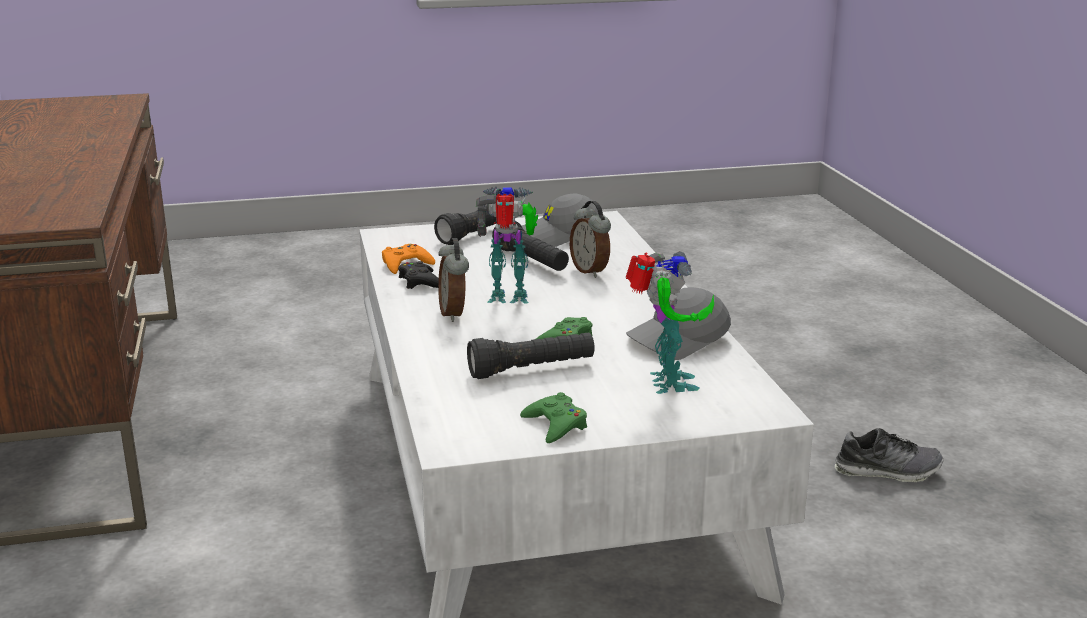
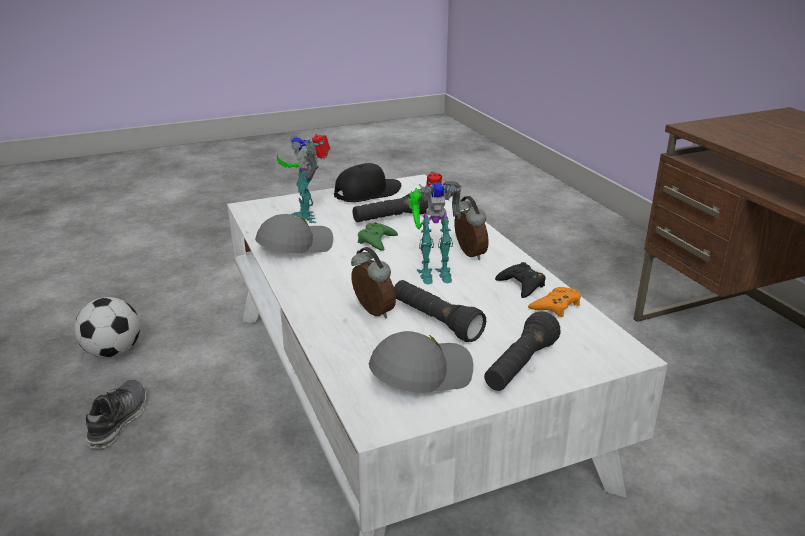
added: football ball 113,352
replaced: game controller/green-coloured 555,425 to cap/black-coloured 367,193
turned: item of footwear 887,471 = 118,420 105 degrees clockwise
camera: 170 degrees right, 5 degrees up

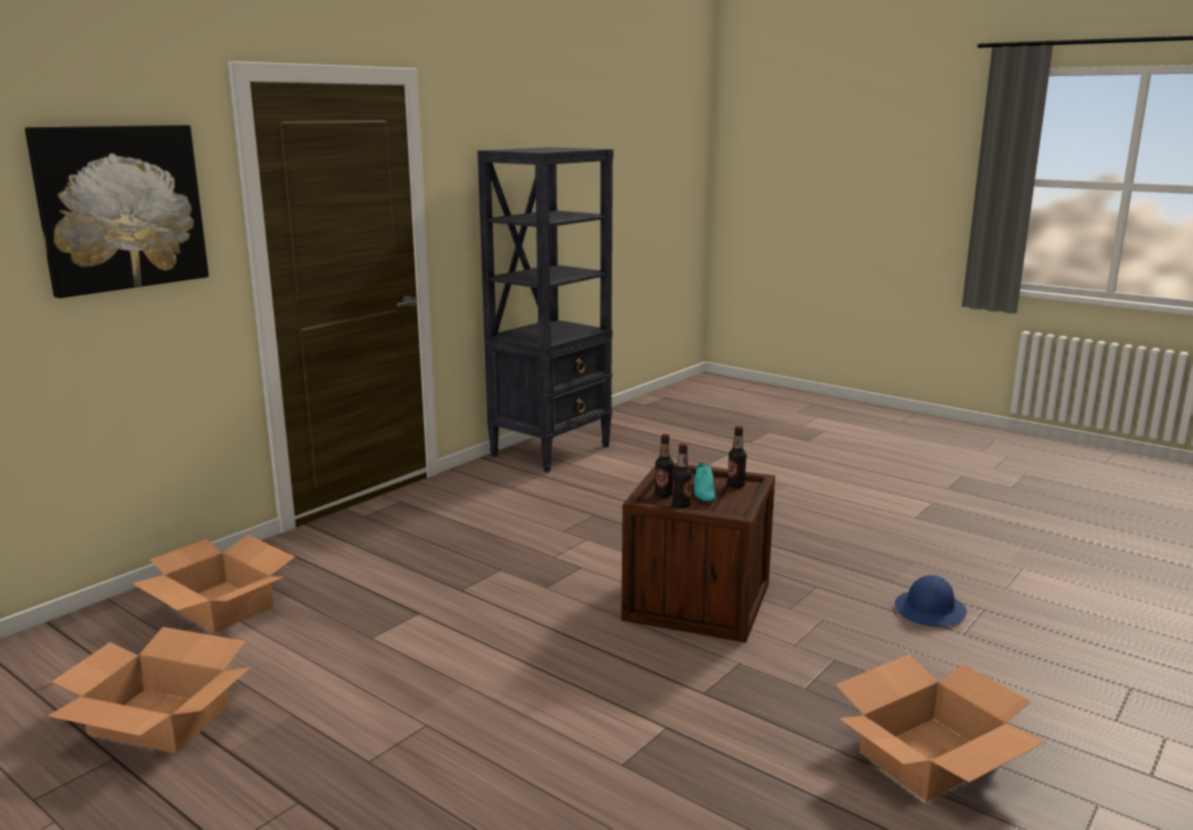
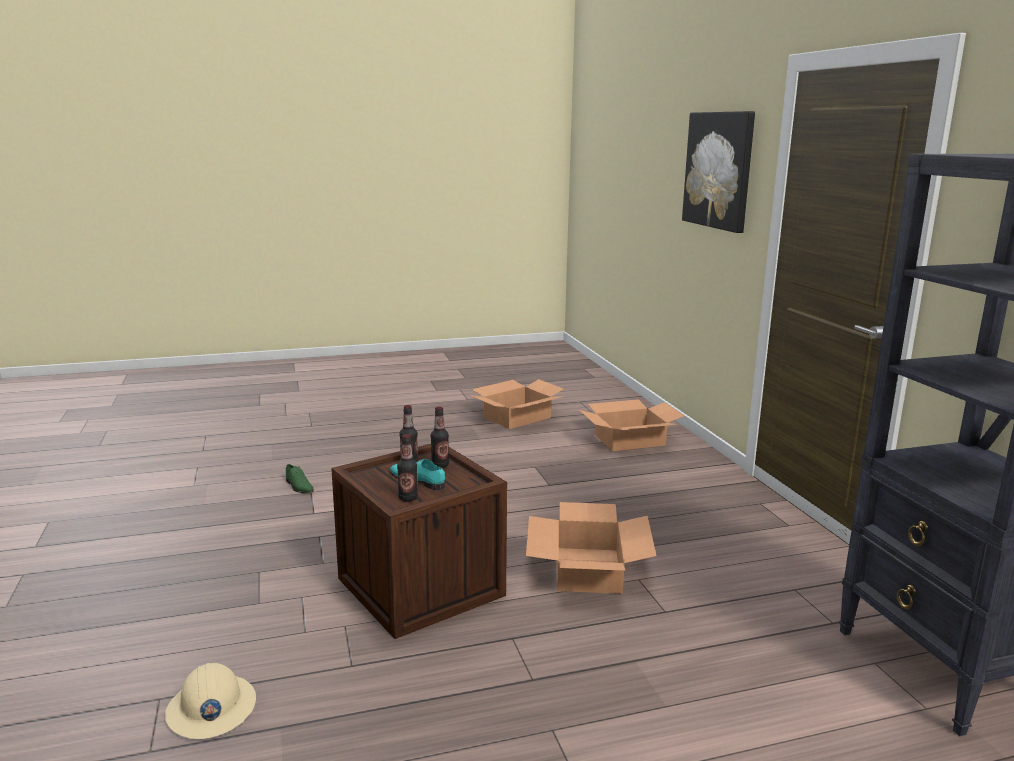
added: item of footwear/green-coloured 298,486
moved: cardboard box 930,757 to 587,570
recoloured: work helmet/bluish 930,610 to work helmet/beige 211,709
camera: 125 degrees right, 0 degrees up

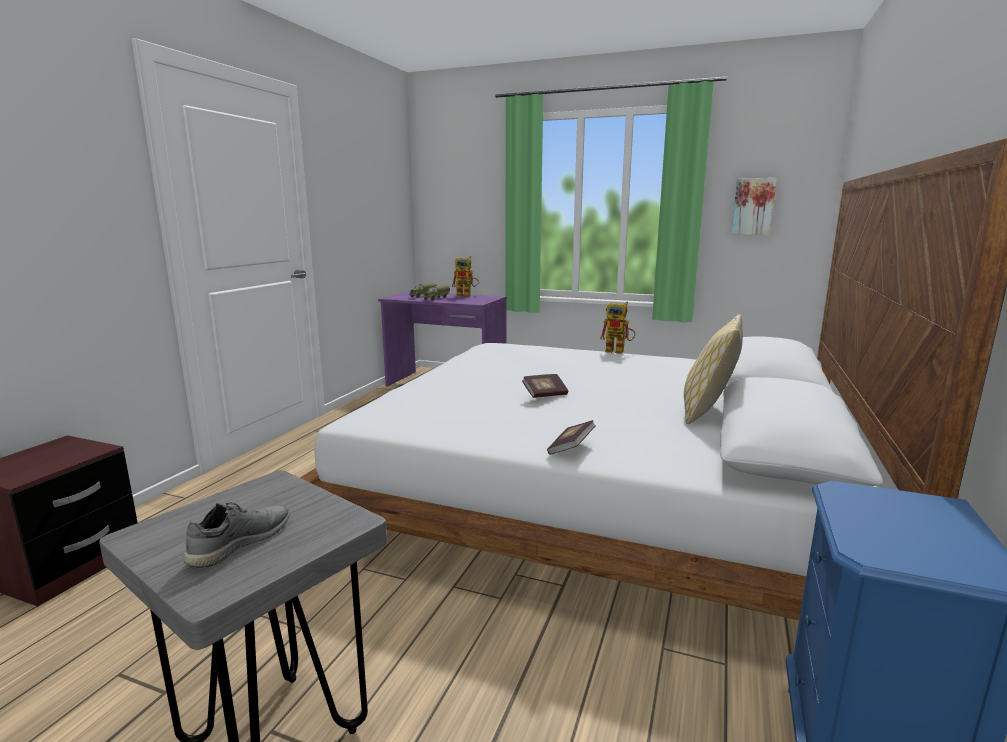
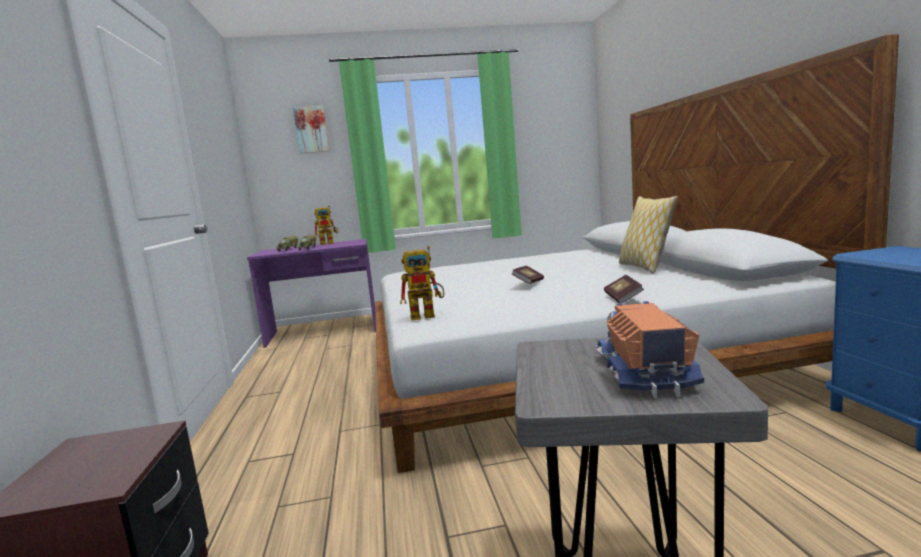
moved: model robot 619,351 to 428,315; picture 753,206 to 311,130
replaced: item of footwear/gray 240,542 to toy lorry 642,373
camera: 30 degrees left, 5 degrees down

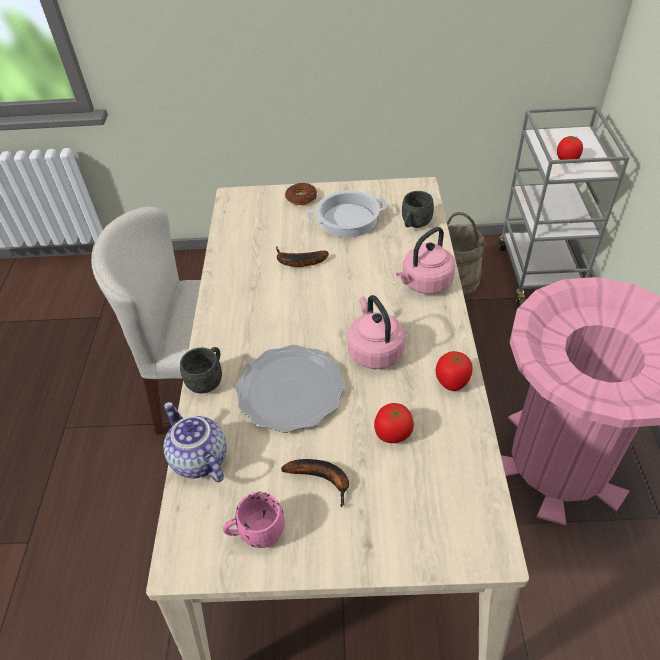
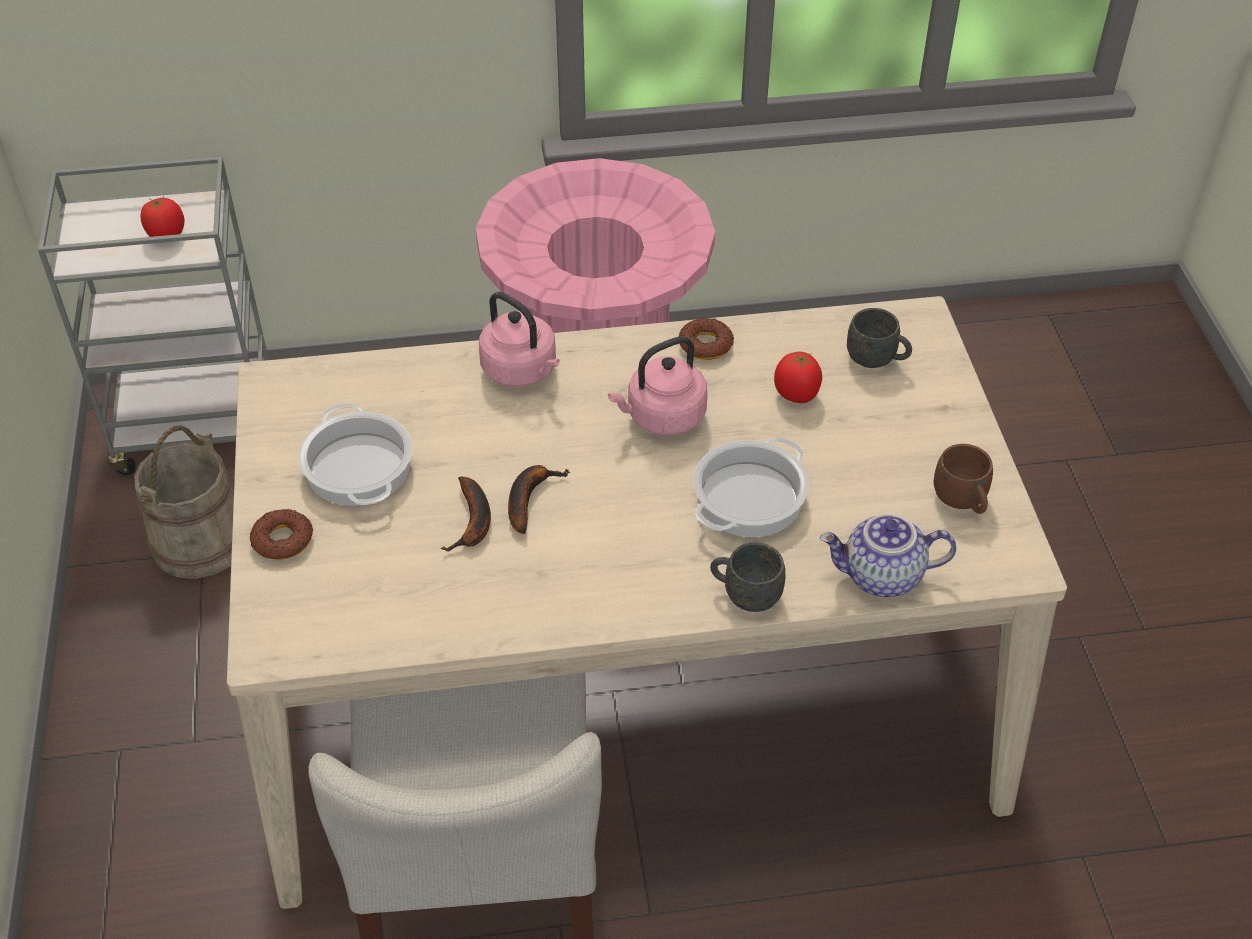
moved: banana fruit 323,479 to 529,498; coffee mug/gray 414,224 to 877,360
replaced: dinner plate 291,391 to stockpot 748,497; whole tomato 452,382 to donut 706,344
recoloured: coffee mug/pink-coloured 256,533 to coffee mug/brown-coloured 962,502
turned: teapot 198,459 = 881,577 45 degrees clockwise
camera: 100 degrees left, 0 degrees up

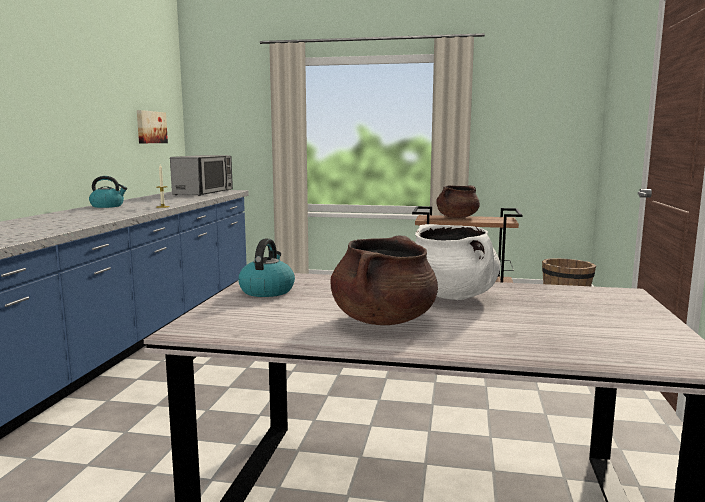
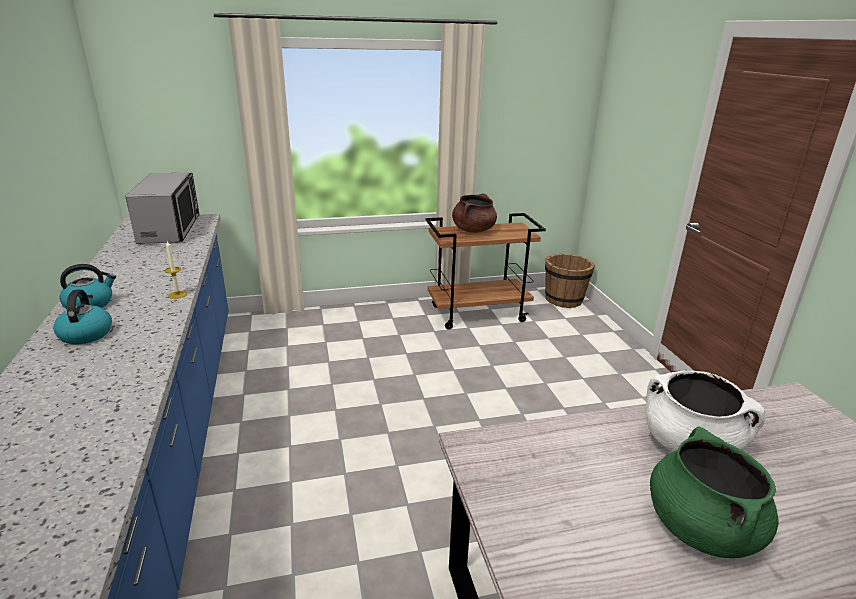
removed: picture 150,127
moved: tea kettle 267,291 to 86,334
recoloured: stockpot/brown-coloured 383,320 to stockpot/green-coloured 700,527
camera: 25 degrees left, 15 degrees up

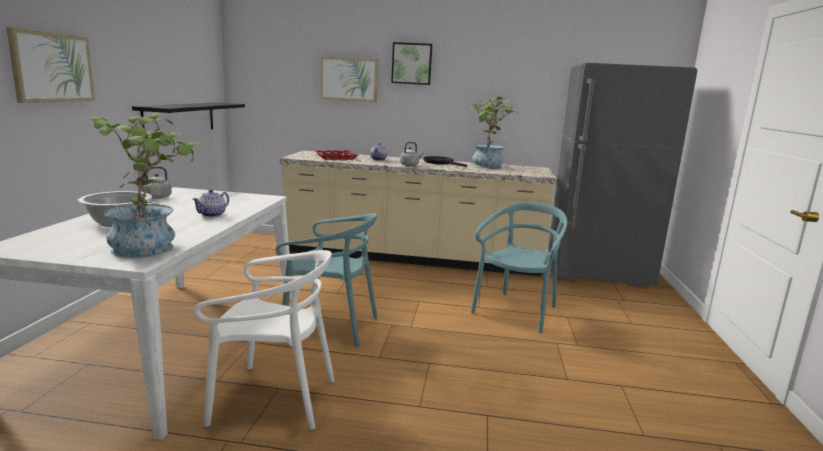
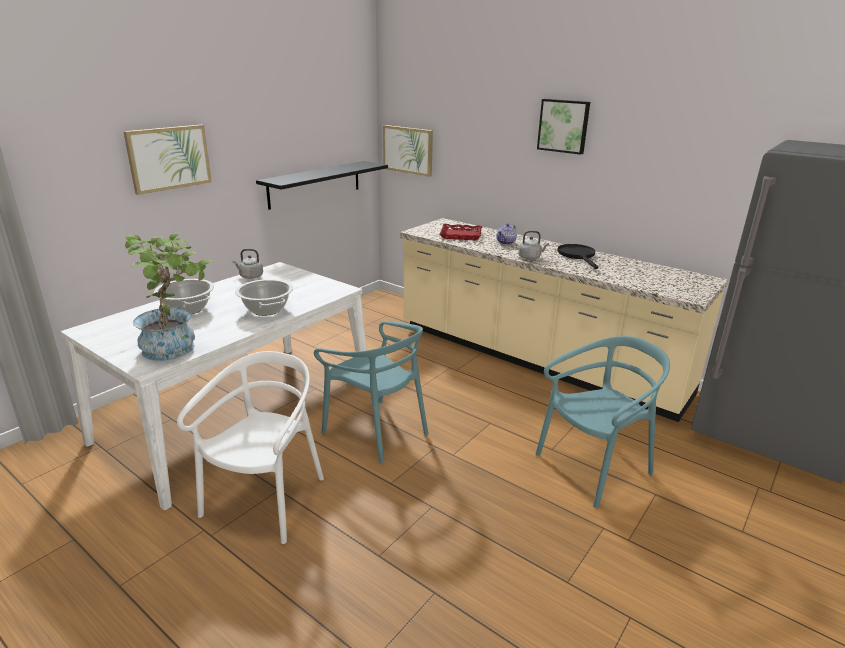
removed: plant in a pot 487,166
moved: picture 349,79 to 408,150
replaced: teapot 212,214 to stockpot 266,309
turned: upright chair/white-coloured 273,398 = 266,499 105 degrees counterclockwise
camera: 30 degrees right, 10 degrees up

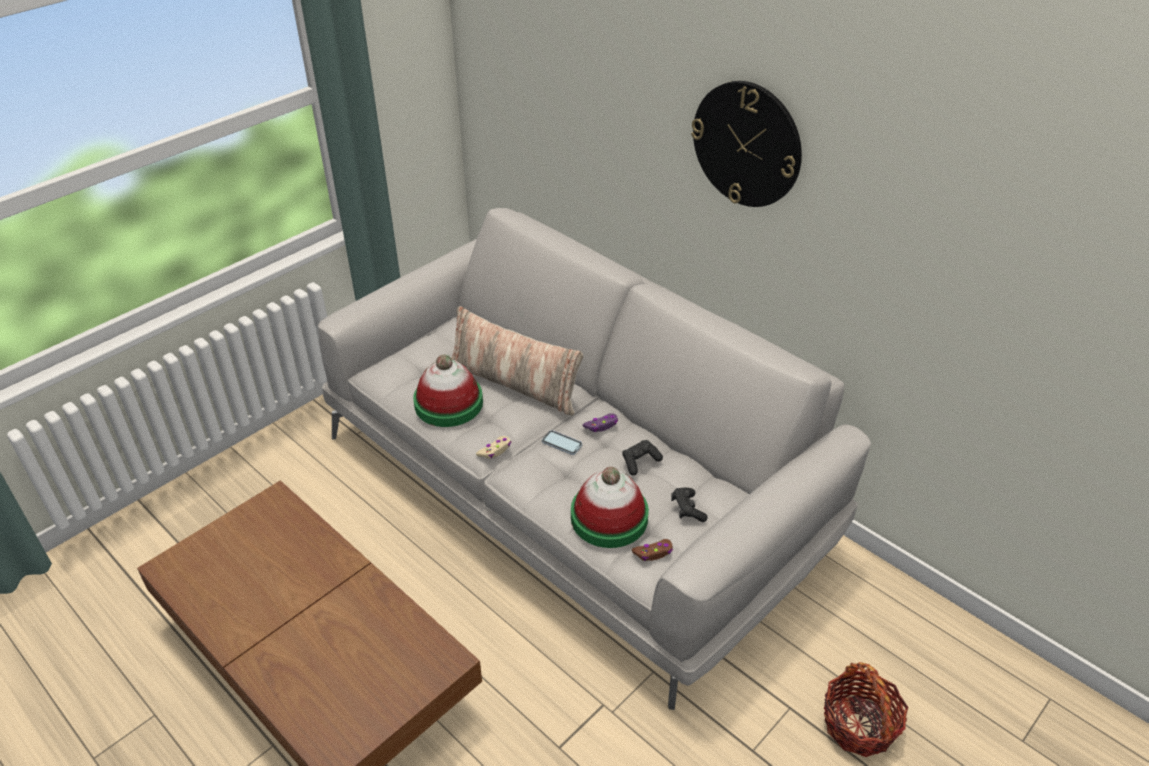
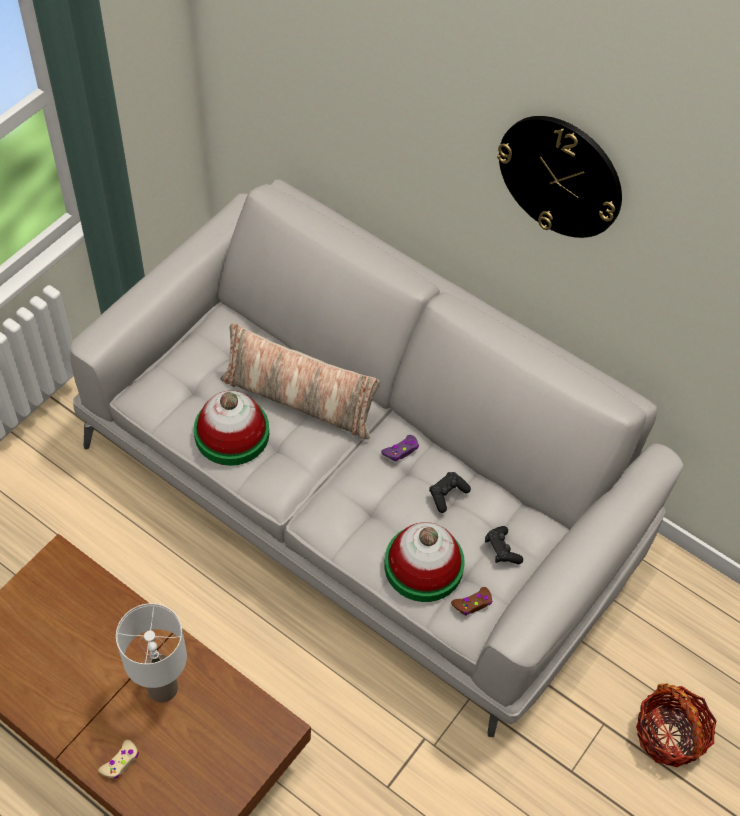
removed: phone 562,443
added: tabletop lamp/white-coloured 162,689
moved: game controller/beige 495,450 to 121,762
camera: 10 degrees left, 15 degrees up

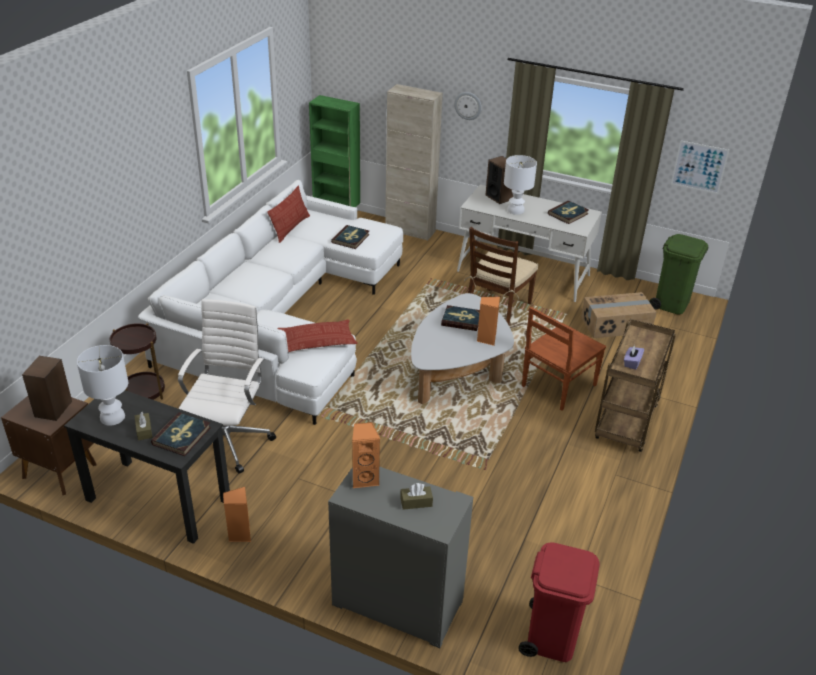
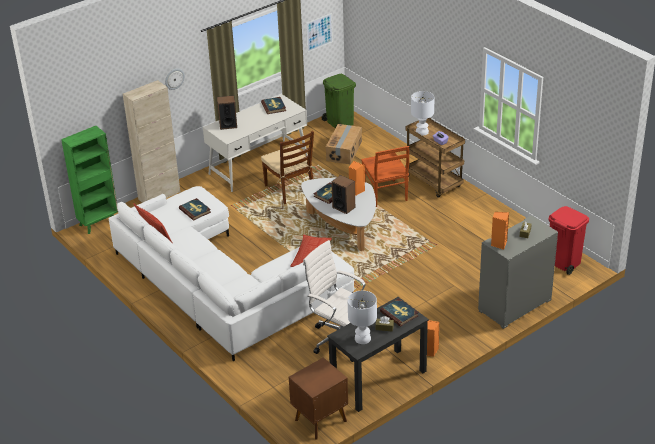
removed: side table/brown-coloured 143,392
moved: loudspeaker 53,409 to 343,207; tabletop lamp/white-coloured 516,210 to 422,131
camera: 60 degrees left, 0 degrees up

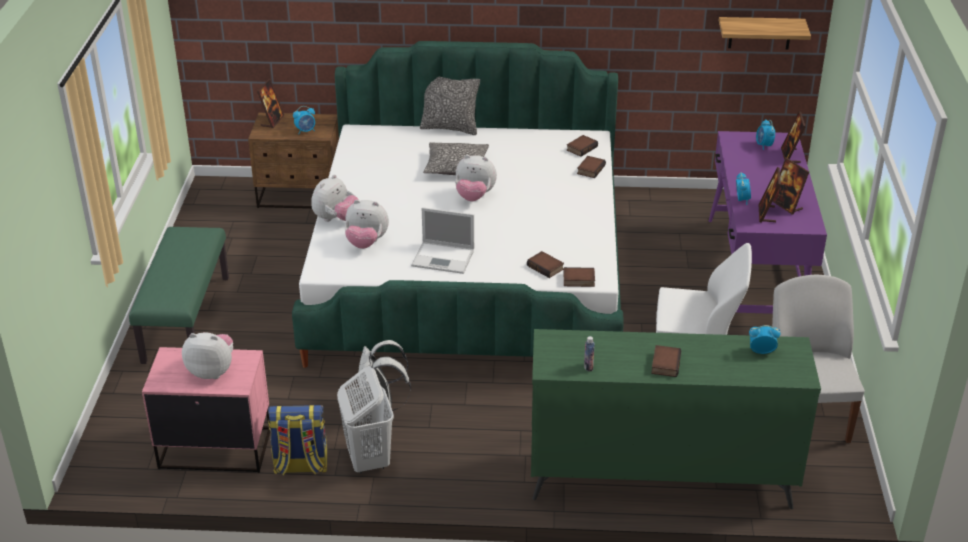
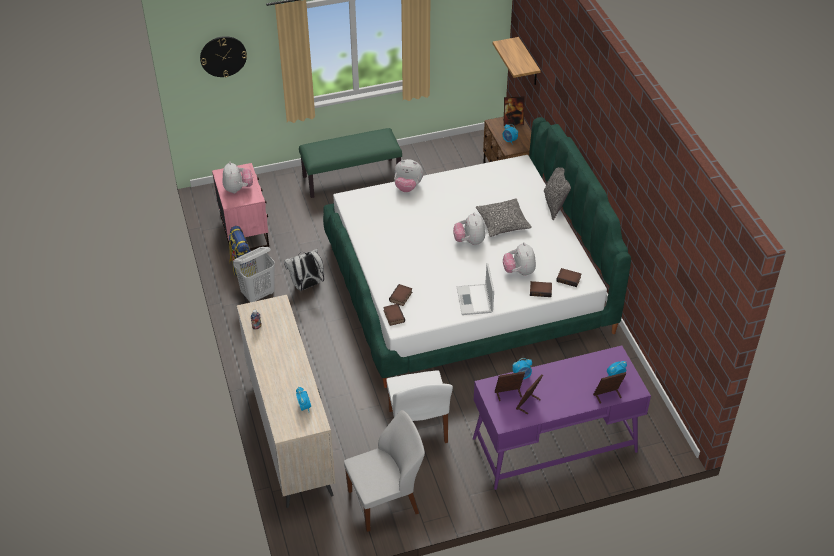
removed: bound book 664,364
added: hanging clock 223,56
moved: plush toy 366,243 to 519,271; laptop 444,258 to 475,300; bracket shelf 760,33 to 528,63
recoloured: drawer chest/green-coloured 659,479 to drawer chest/beige 290,432
camera: 70 degrees right, 10 degrees up

